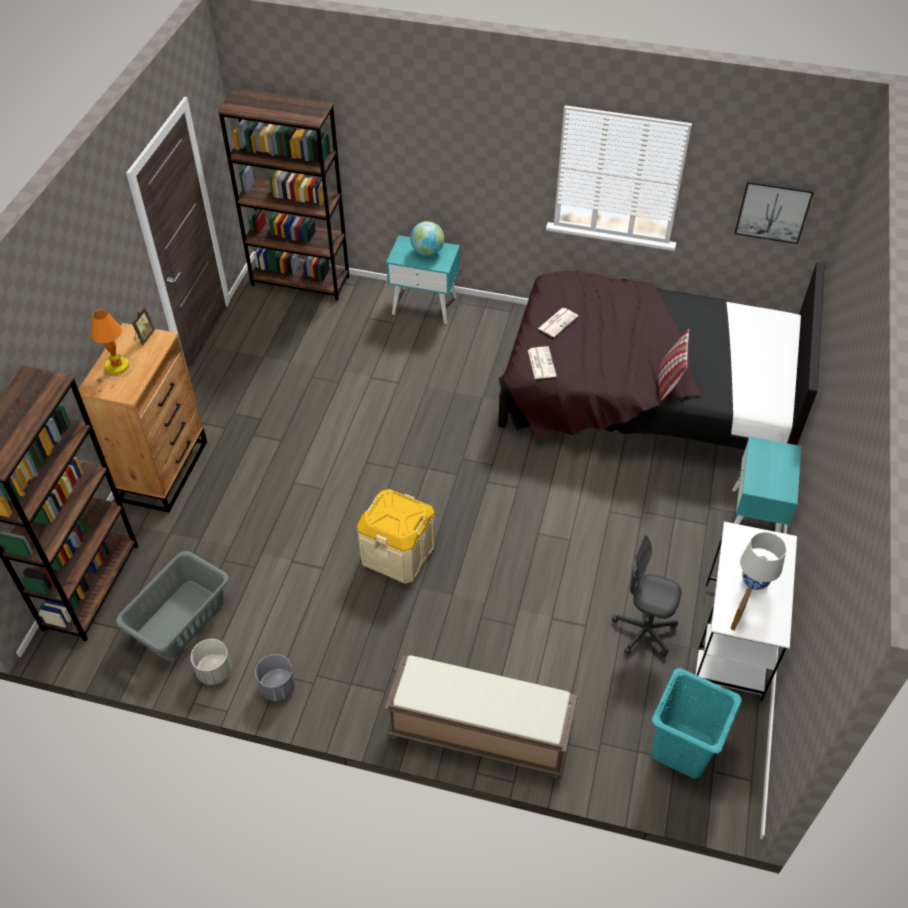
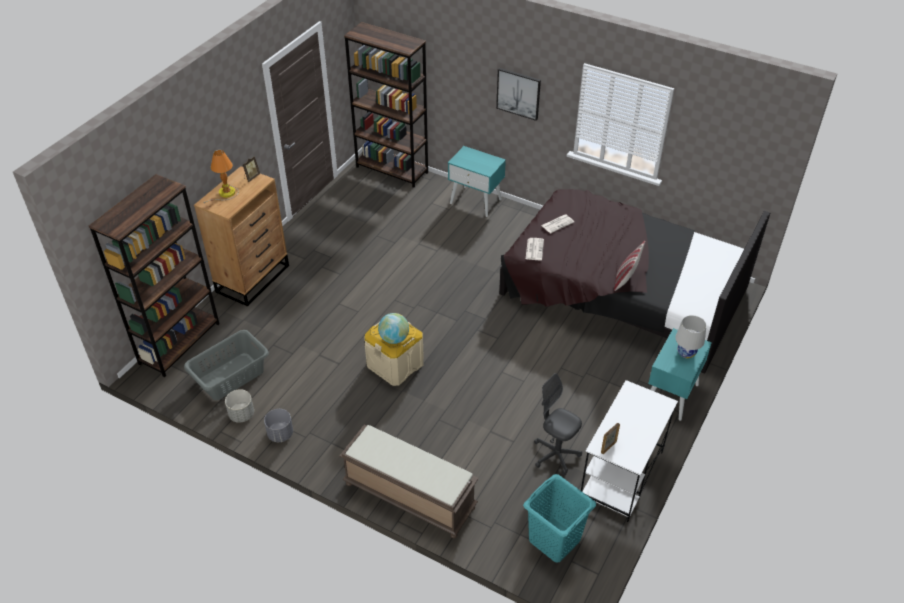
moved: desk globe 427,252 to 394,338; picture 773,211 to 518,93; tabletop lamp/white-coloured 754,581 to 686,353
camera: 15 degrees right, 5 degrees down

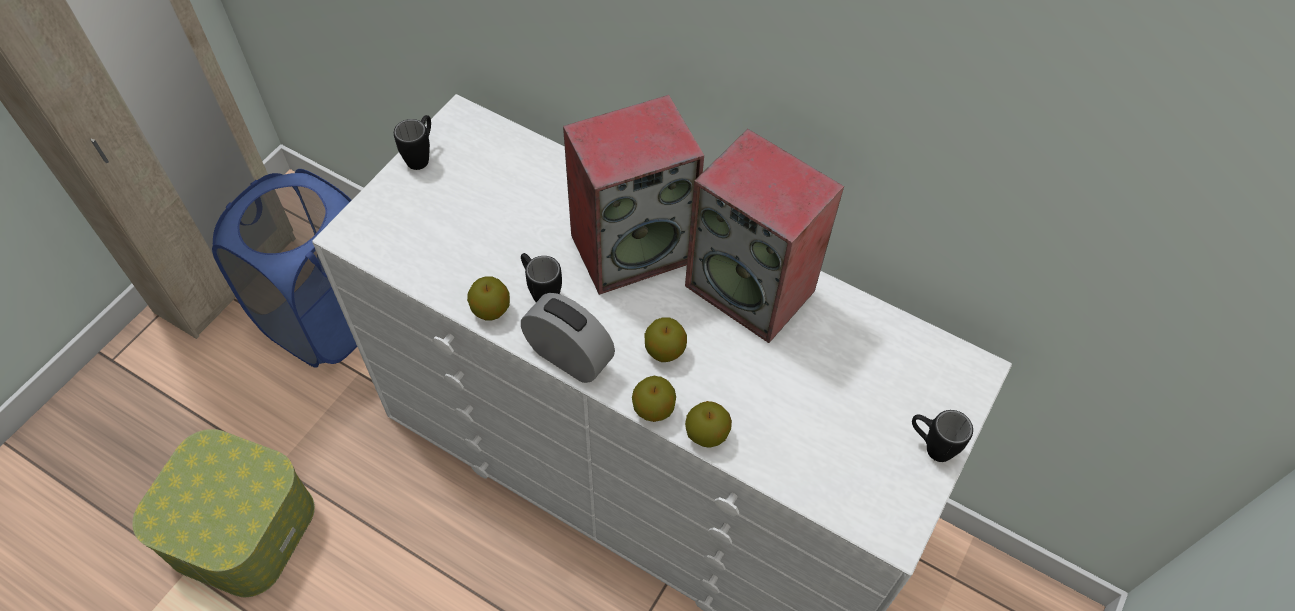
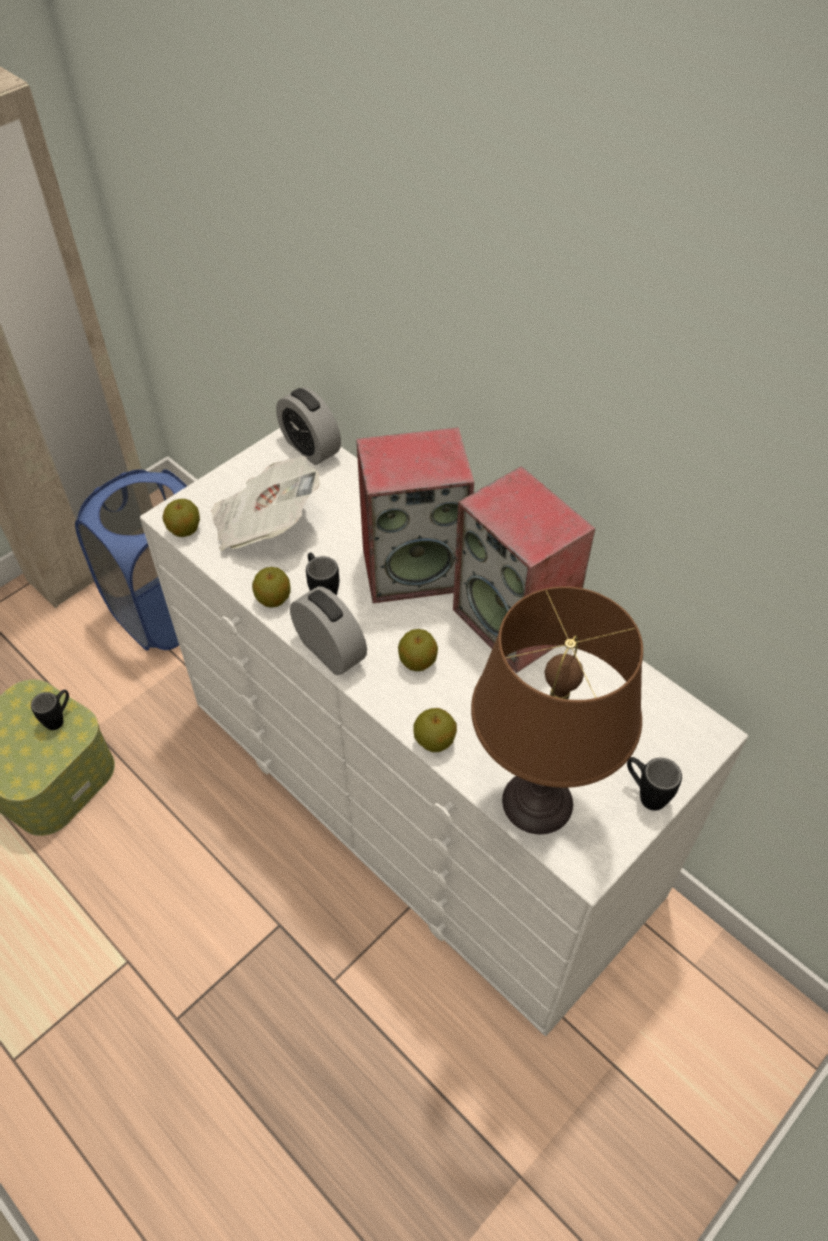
added: daily paper 265,524; table clock 310,447; tabletop lamp/brown-coloured 537,802
moved: coffee mug/black-coloured 422,156 to 59,718; whole apple 653,409 to 184,530
camera: 15 degrees right, 5 degrees down

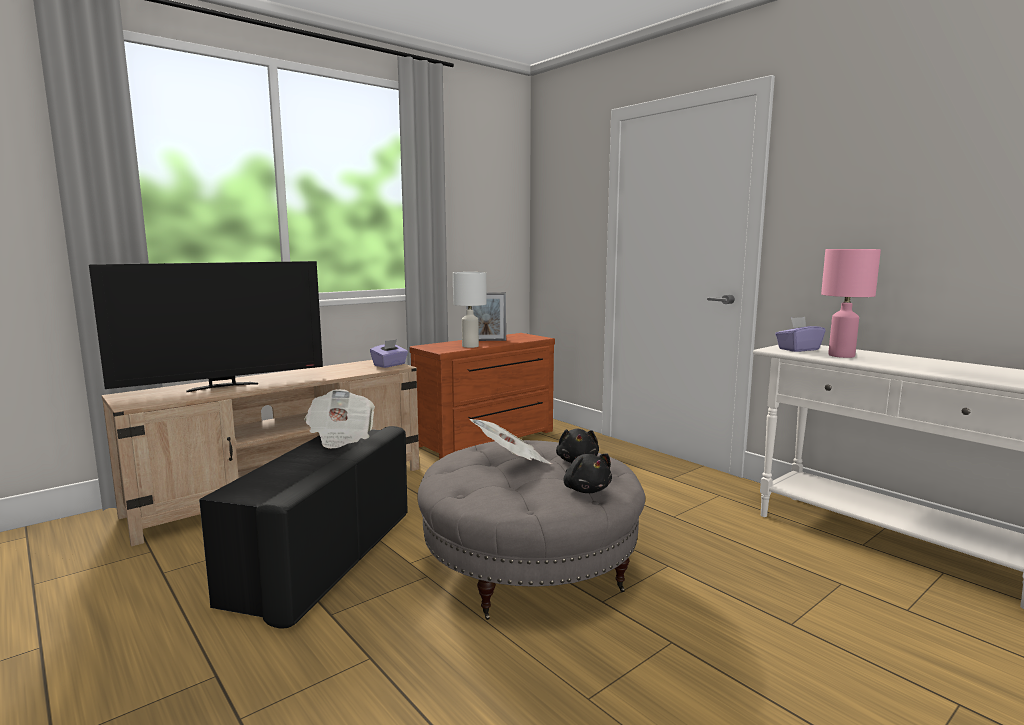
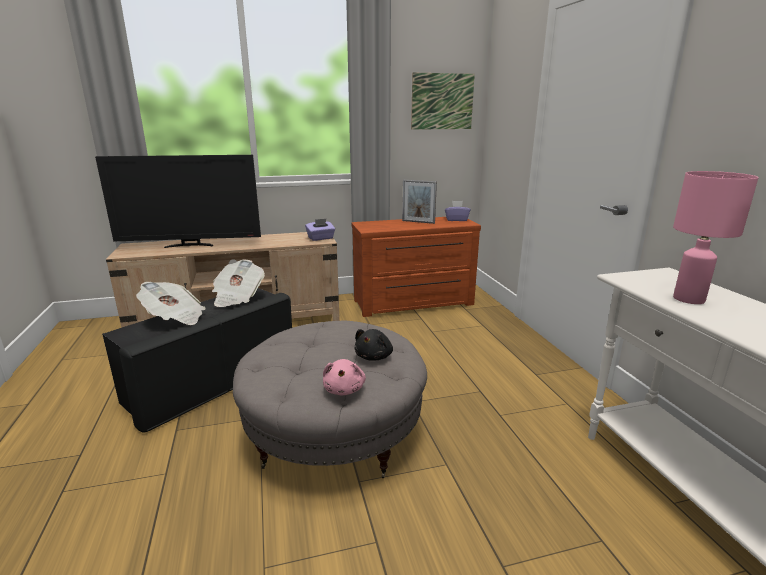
removed: tabletop lamp/white-coloured 470,346
added: picture 442,101
moved: daily paper 511,462 to 175,317; box of tissues/purple-coloured 798,349 to 456,219
recoloured: plush toy/black-coloured 586,489 to plush toy/pink-coloured 344,389
camera: 25 degrees right, 10 degrees up

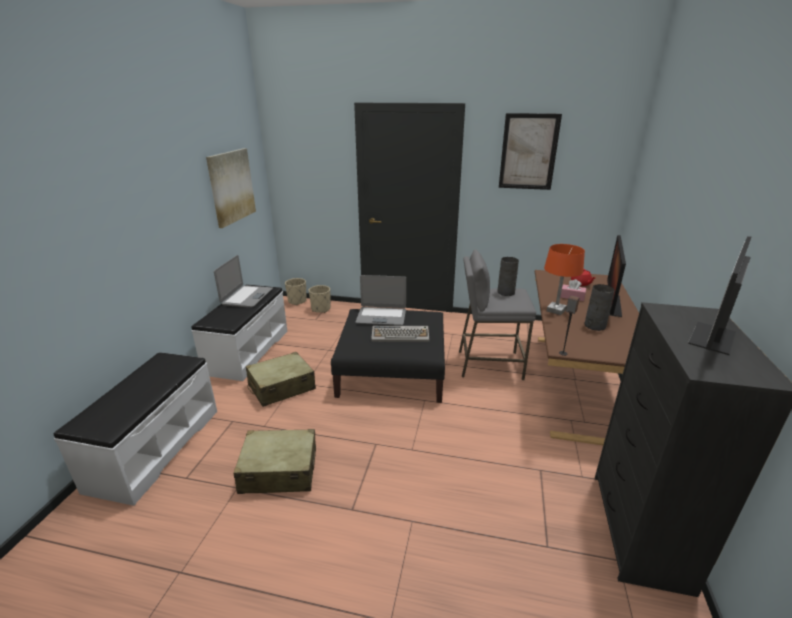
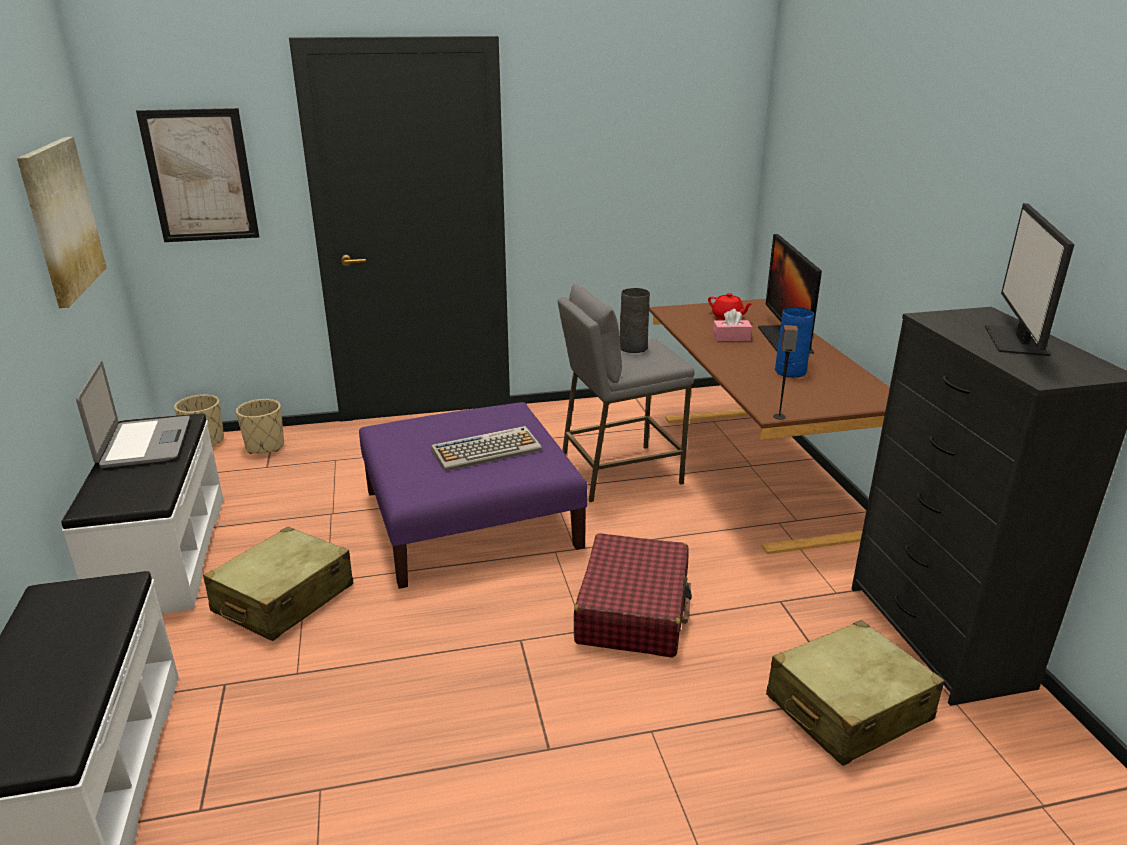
removed: laptop 381,316; tabletop lamp/orange-coloured 556,310
added: suitcase/red-coloured 633,610
moved: suitcase/beige 279,471 to 847,708; picture 528,152 to 200,176
recoloured: ottoman/black-coloured 392,370 to ottoman/purple-coloured 471,518; vase/gray 594,326 to vase/bluish 789,372
camera: 25 degrees left, 0 degrees up

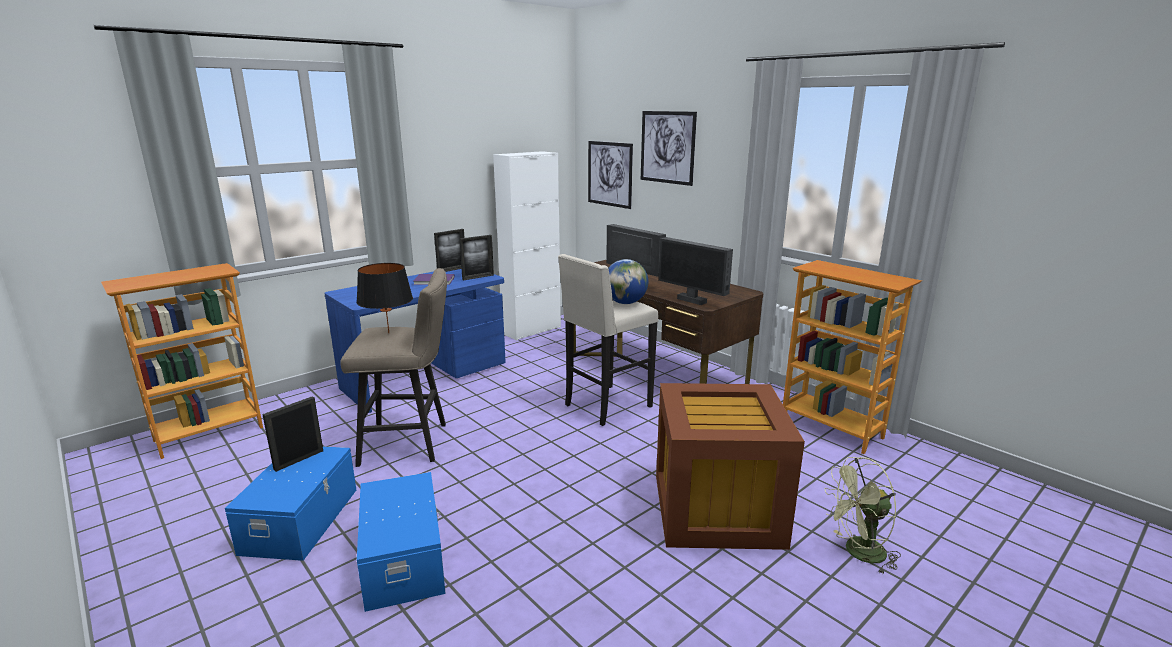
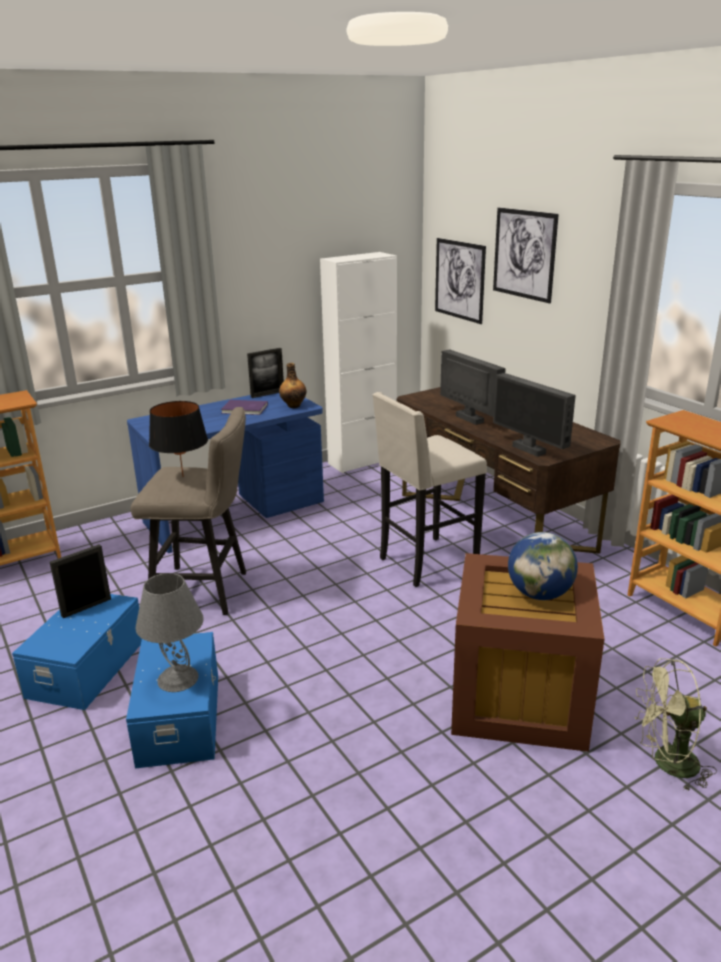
added: tabletop lamp/gray 178,678
moved: desk globe 625,303 to 539,594
replaced: standing frame 478,277 to drink bottle 293,406
camera: 10 degrees right, 5 degrees up

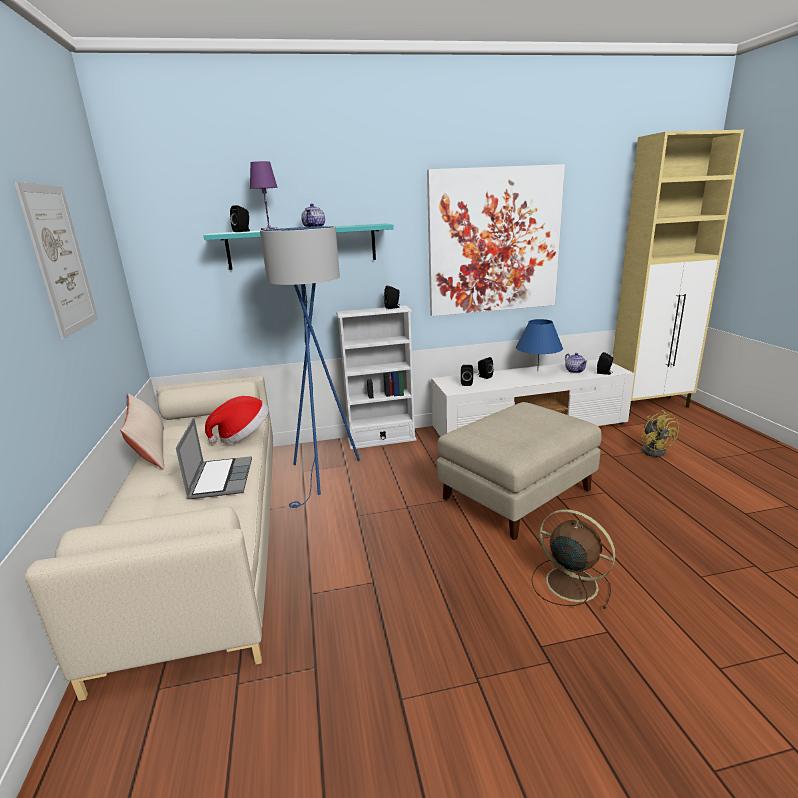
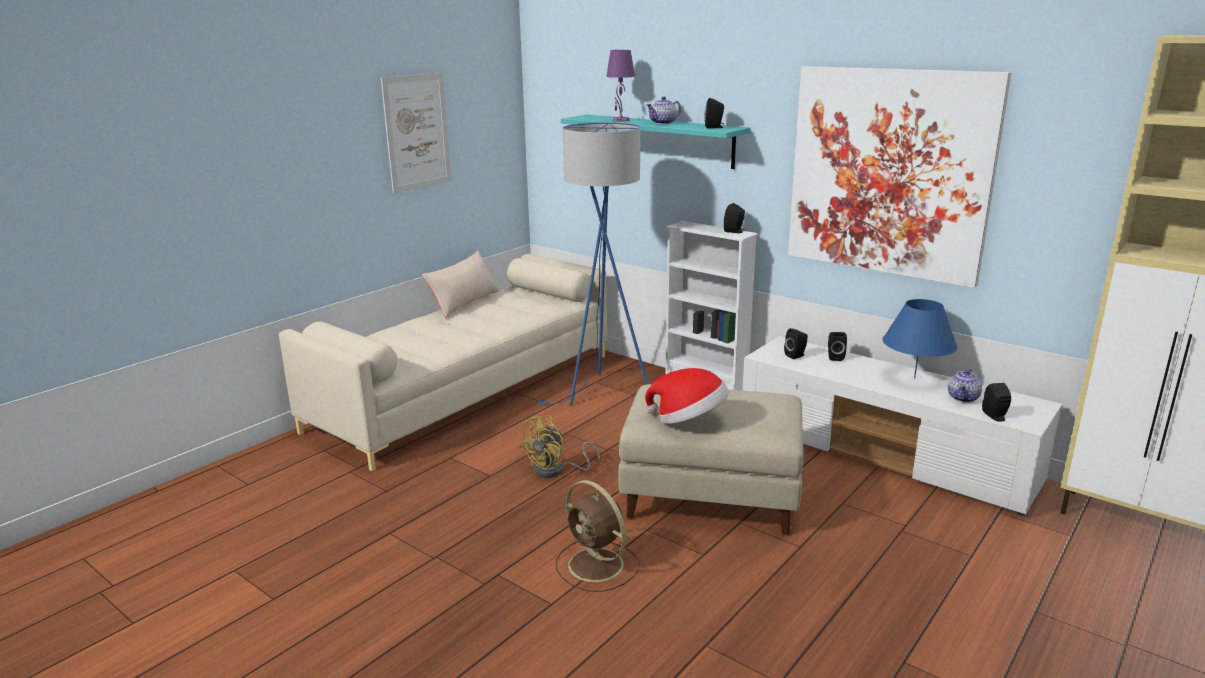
removed: laptop 220,479
moved: hat 243,436 to 689,420; loudspeaker/black-coloured 243,231 to 714,127; cooling fan/yellow-coloured 654,450 to 556,471
turned: cooling fan/brown-coloured 569,582 = 597,566 135 degrees clockwise
camera: 50 degrees right, 0 degrees up

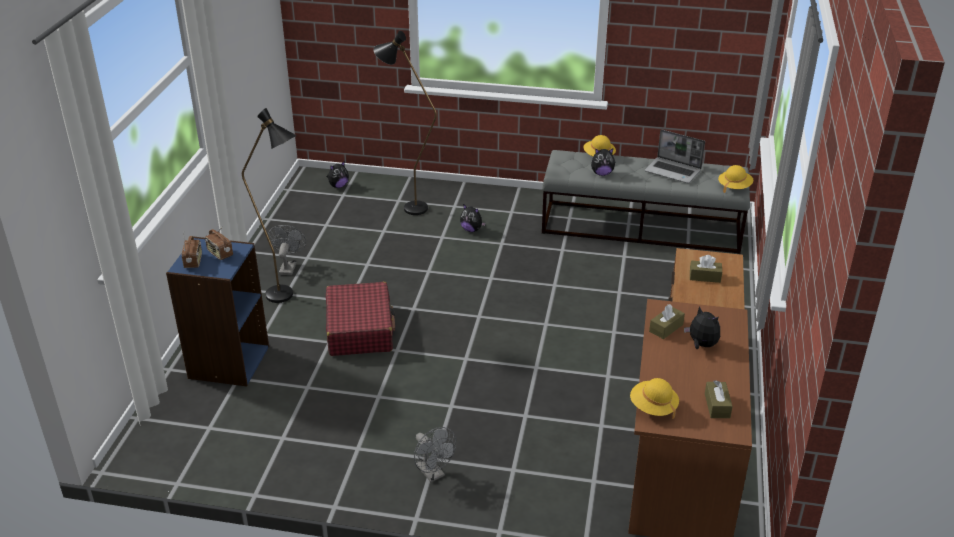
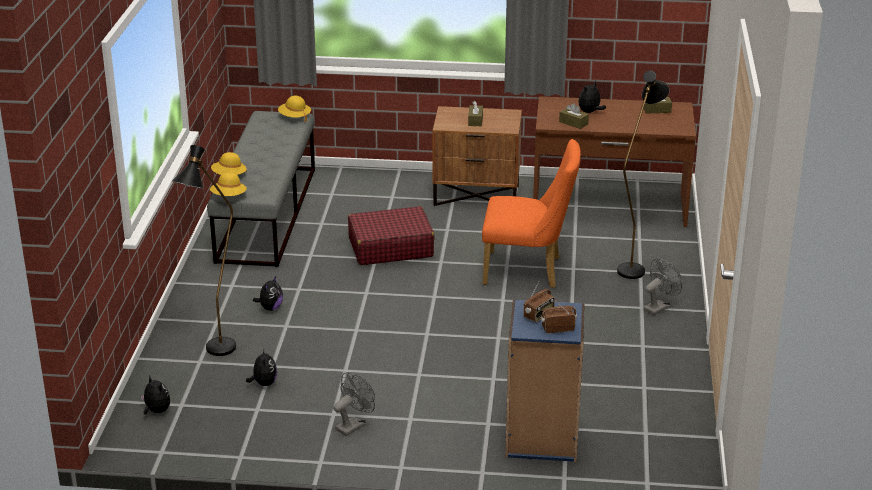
removed: laptop 673,171
added: upright chair/orange-coloured 528,271
moved: standard lamp/black-coloured 287,298 to 634,267; suitcase/red-coloured 360,329 to 390,247; plush toy 602,173 to 264,383; hat/yellow-coloured 653,407 to 229,197
turned: cooling fan/gray 288,267 = 354,425 135 degrees clockwise
camera: 95 degrees left, 5 degrees down

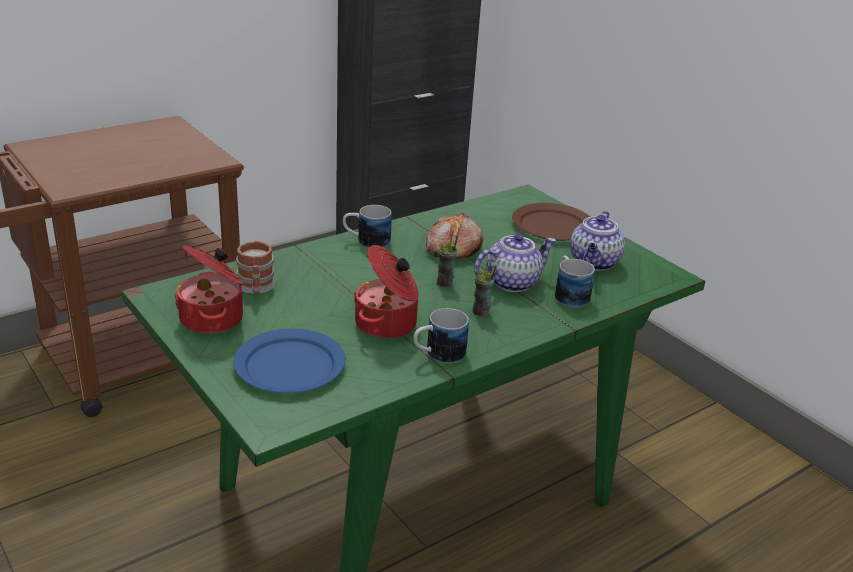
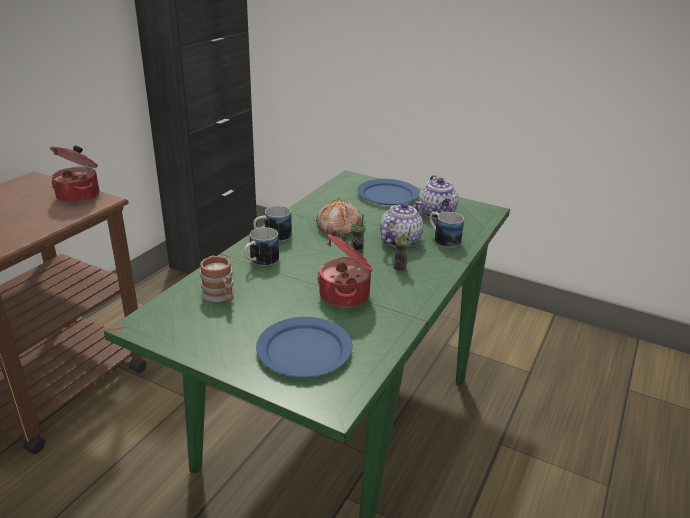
moved: stockpot 213,319 to 79,195; coffee mug 438,355 to 260,262
recoloured: dinner plate/brown-coloured 553,226 to dinner plate/bluish 388,195
camera: 25 degrees left, 0 degrees up

